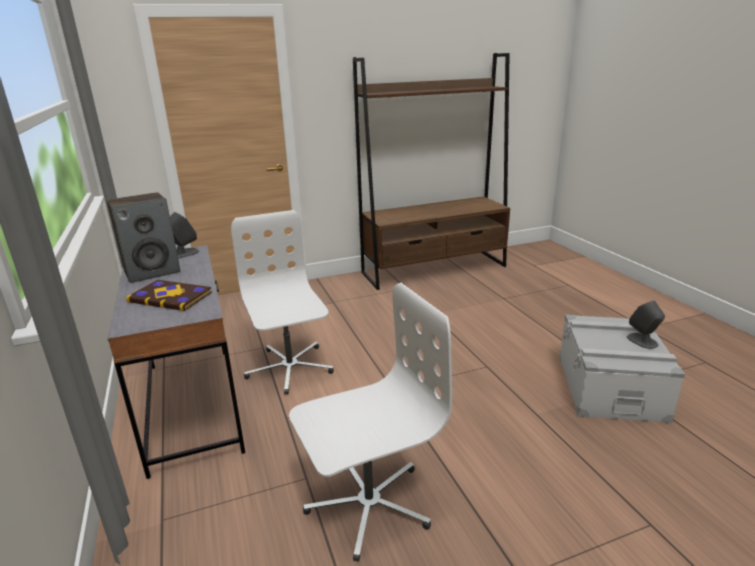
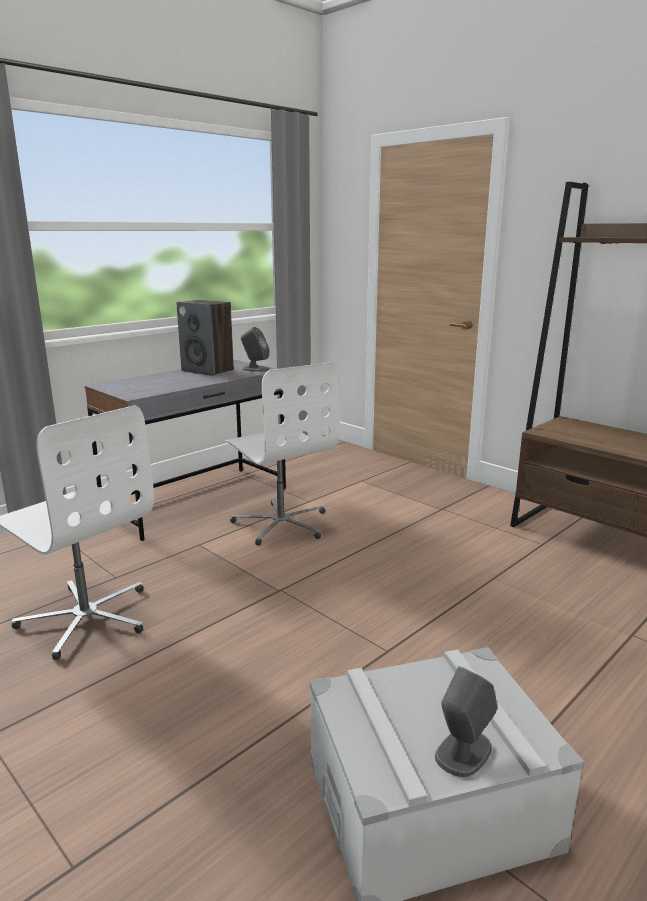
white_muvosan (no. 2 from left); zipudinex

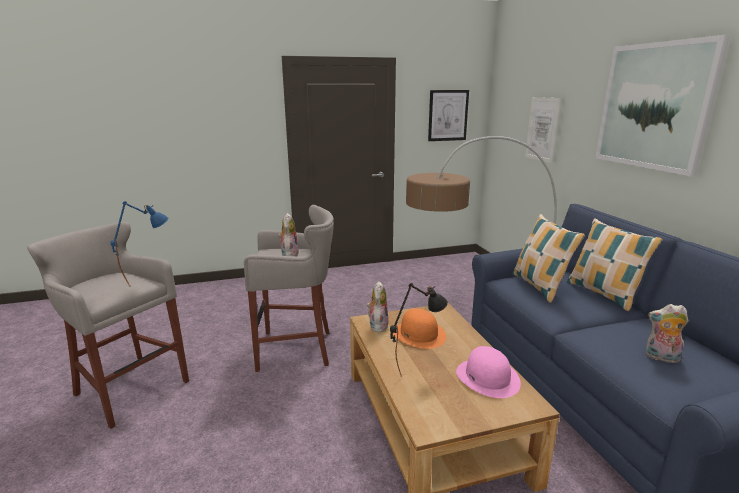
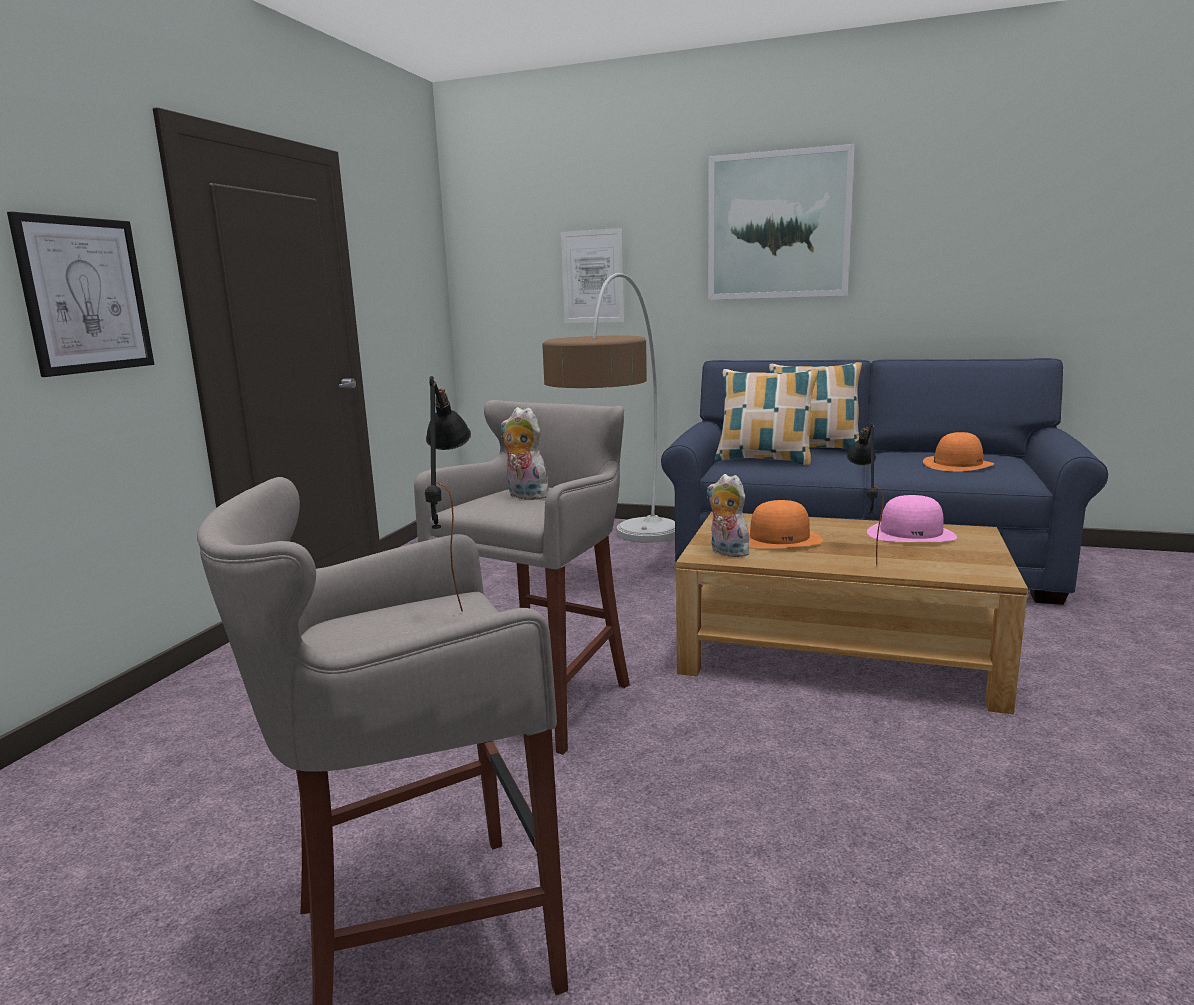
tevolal (no. 1 from left); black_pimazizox (no. 1 from left); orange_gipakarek (no. 2 from left)

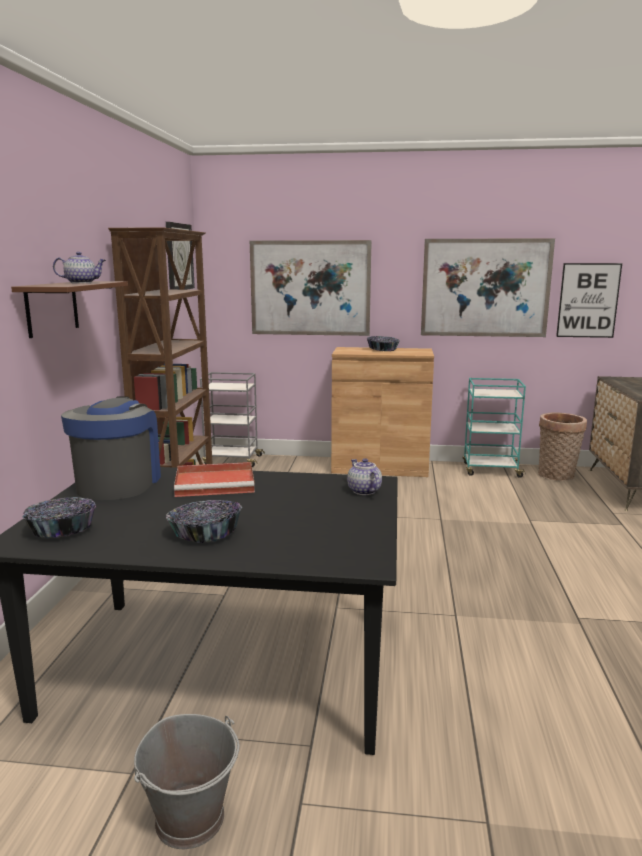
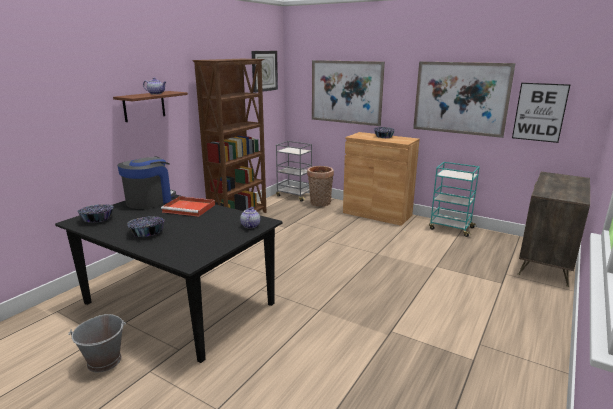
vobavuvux

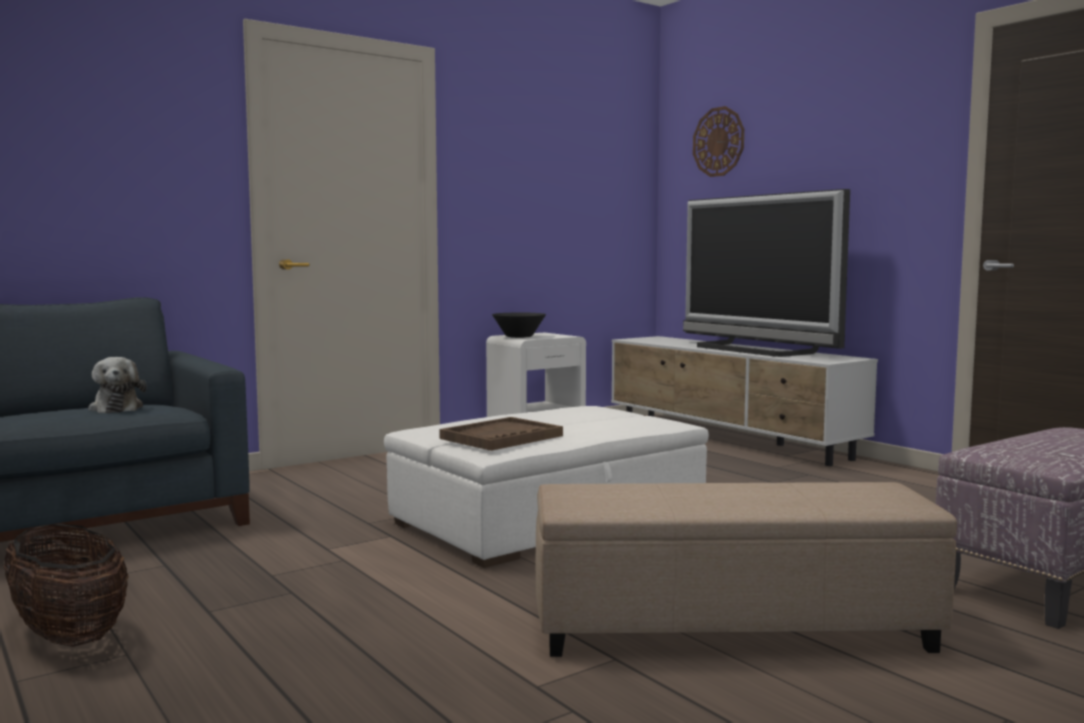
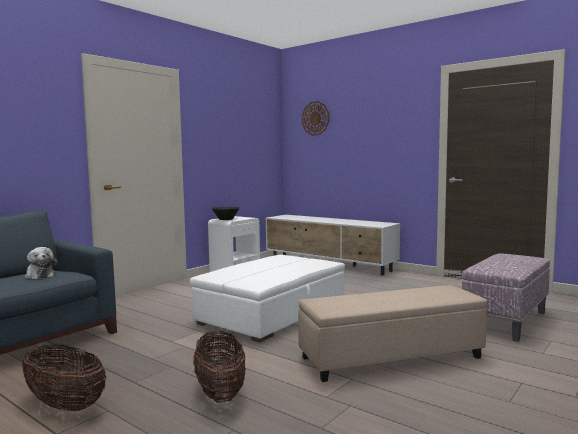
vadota; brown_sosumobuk; vobavuvux (no. 2 from left)

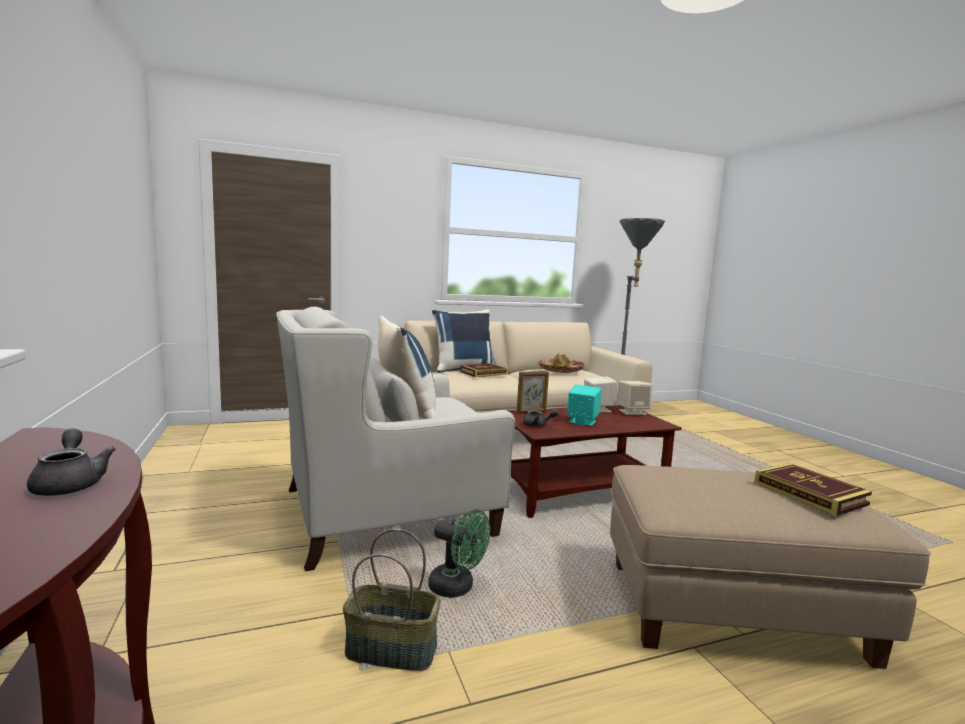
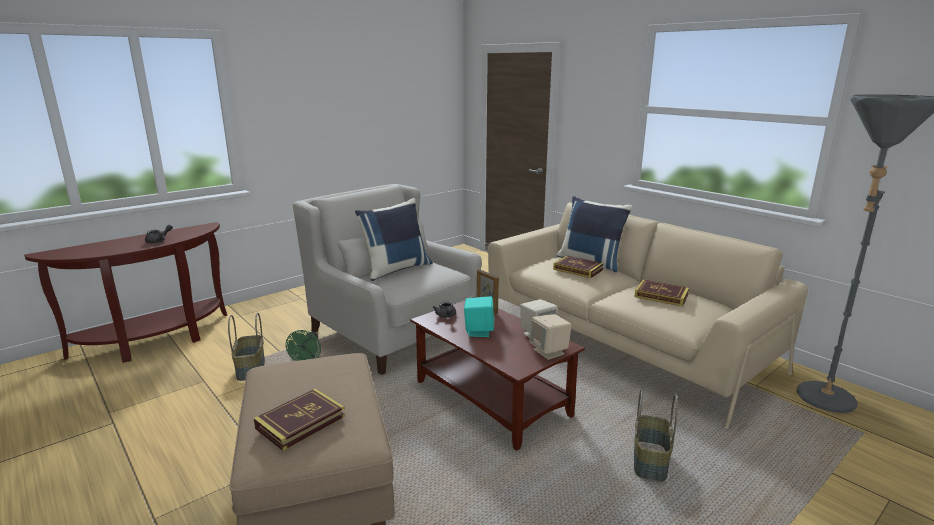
zipudinex (no. 3 from left); vobavuvux (no. 2 from left)

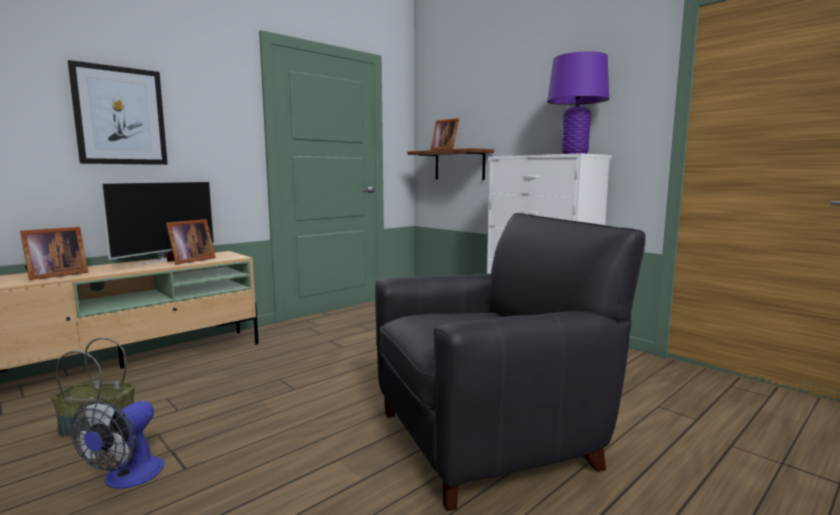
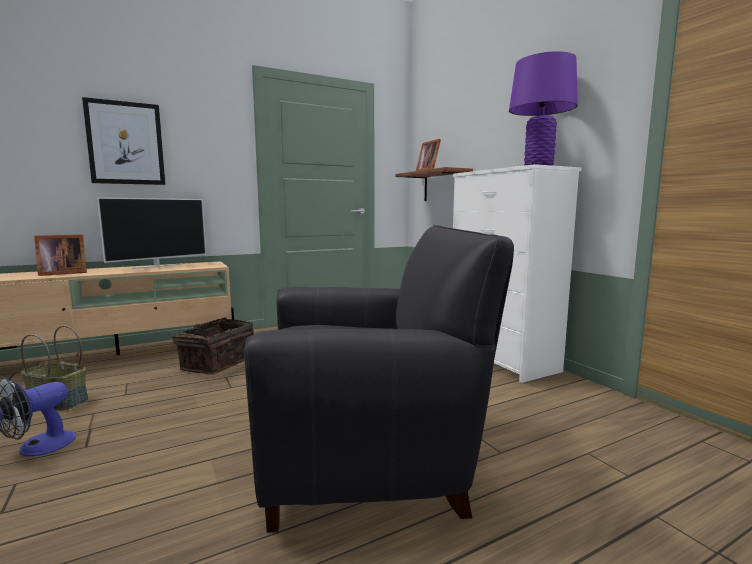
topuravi (no. 2 from left in the first image); vobavuvux (no. 2 from left)

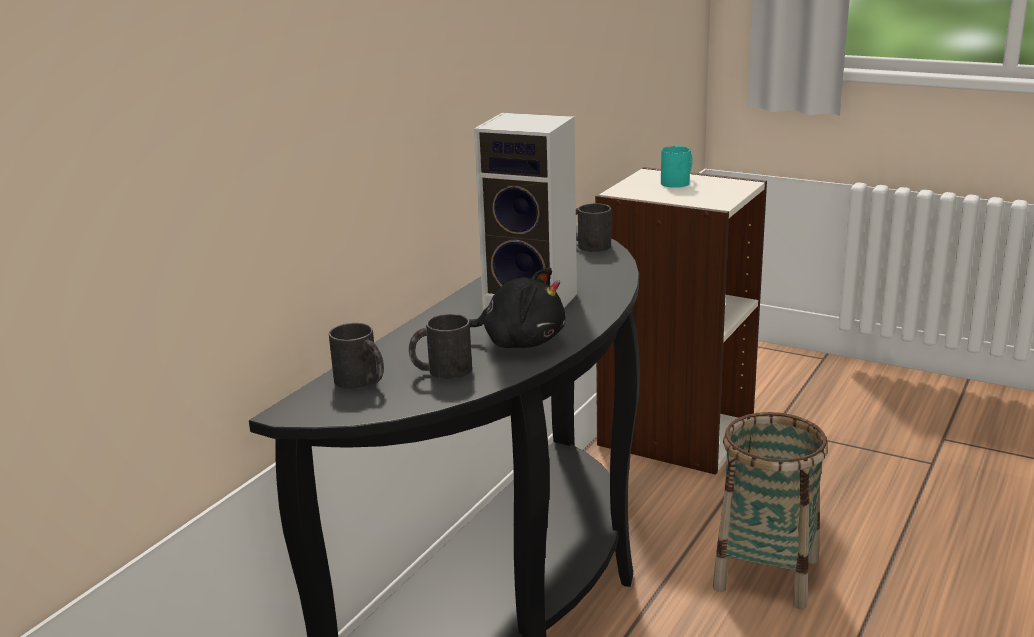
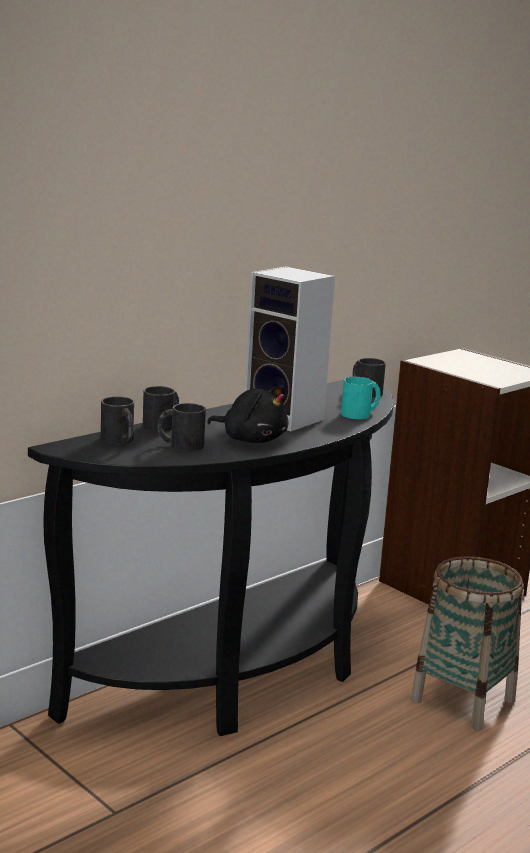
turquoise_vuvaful; black_vuvaful (no. 2 from left)

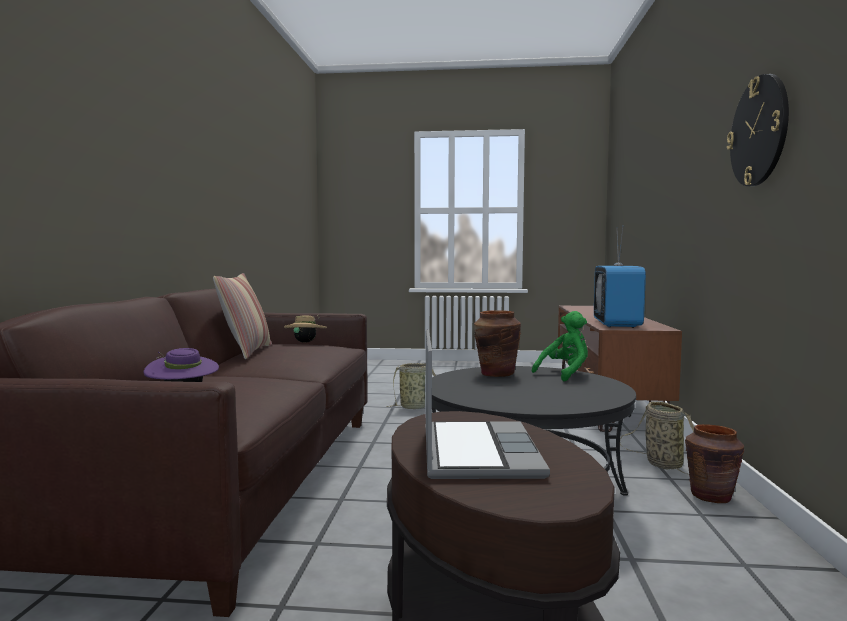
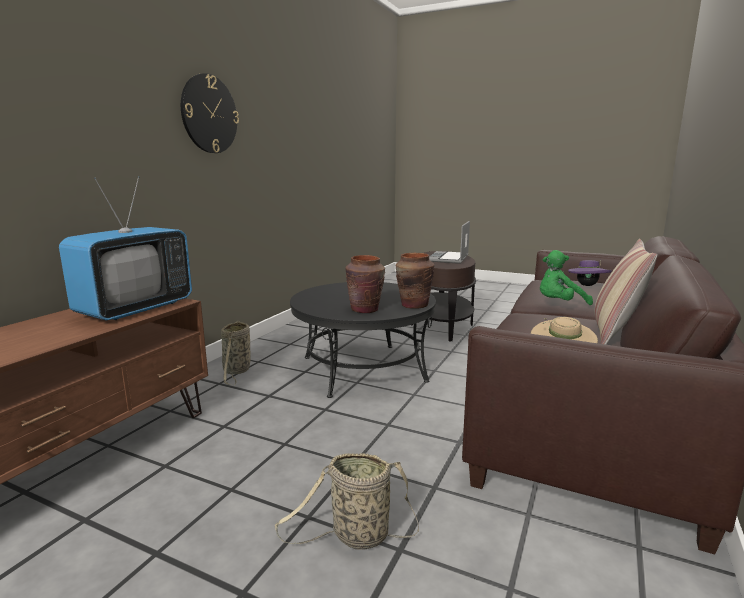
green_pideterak; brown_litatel (no. 2 from left)

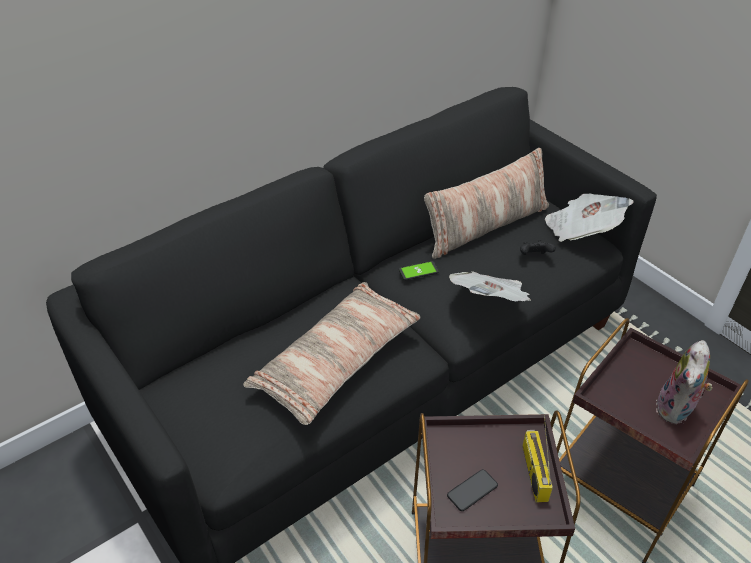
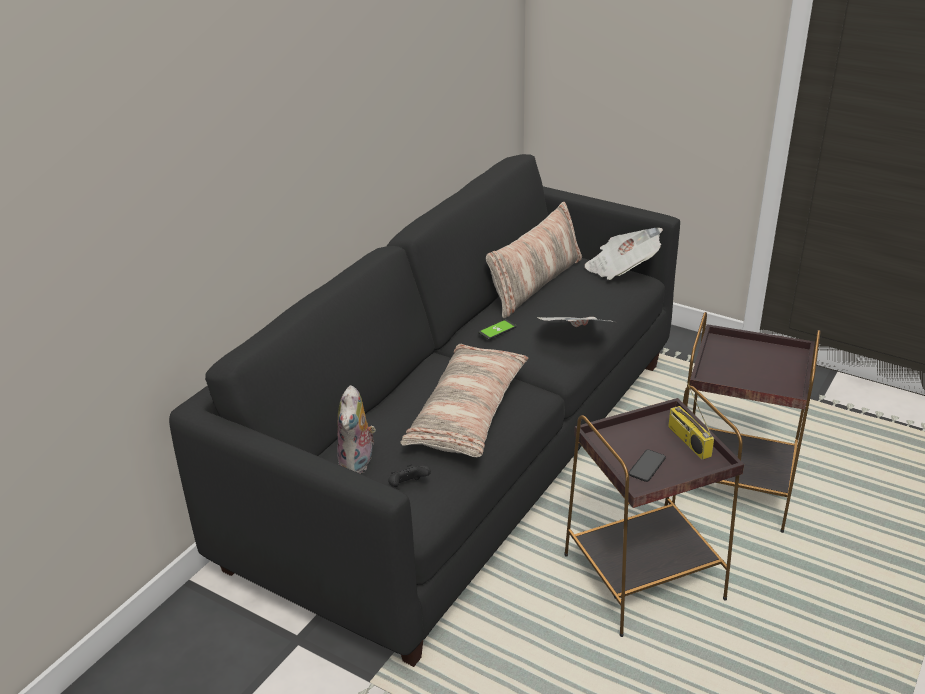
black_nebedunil; pideterak

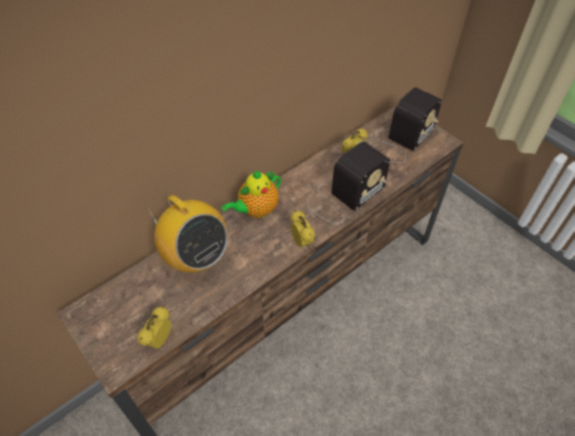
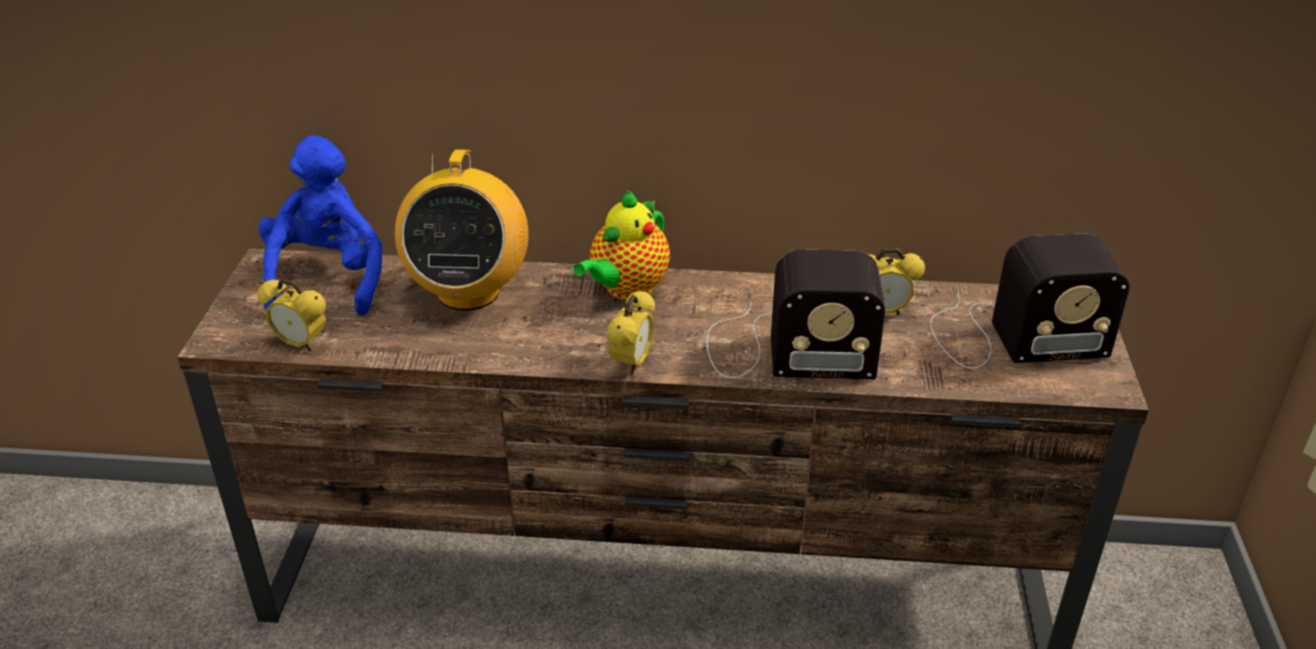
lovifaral; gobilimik (no. 1 from left); blue_pideterak

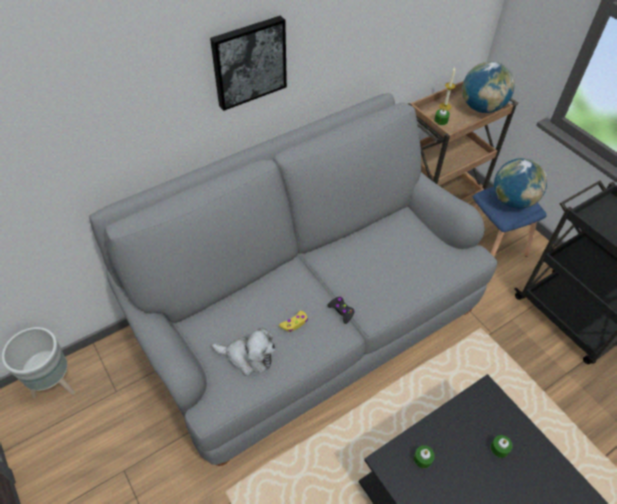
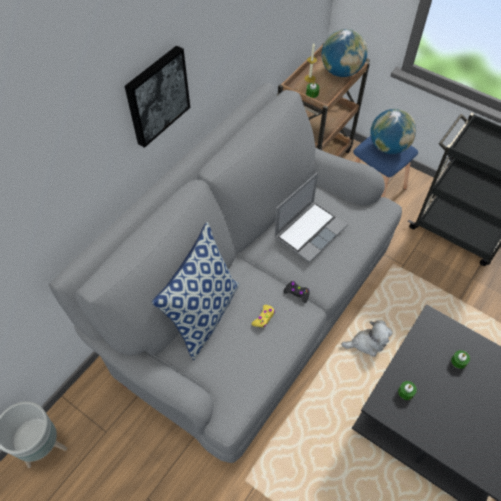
pideterak; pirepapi; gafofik

